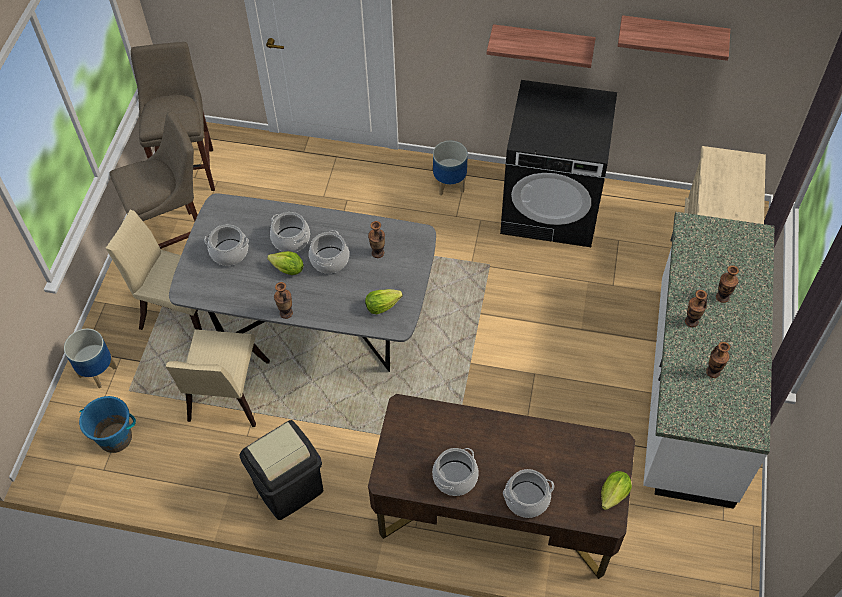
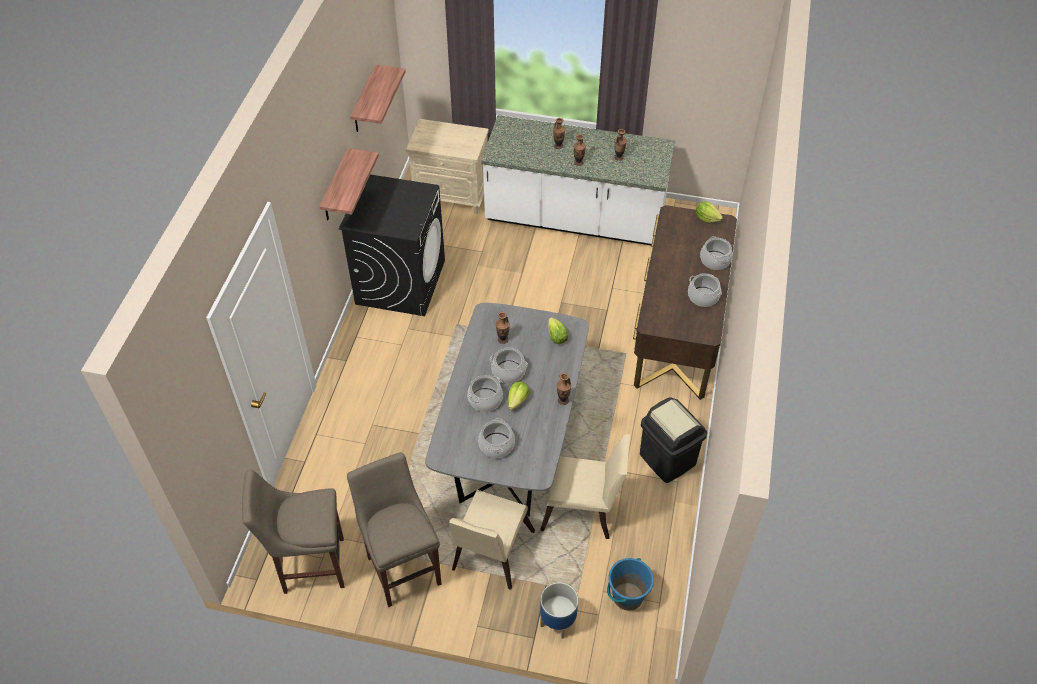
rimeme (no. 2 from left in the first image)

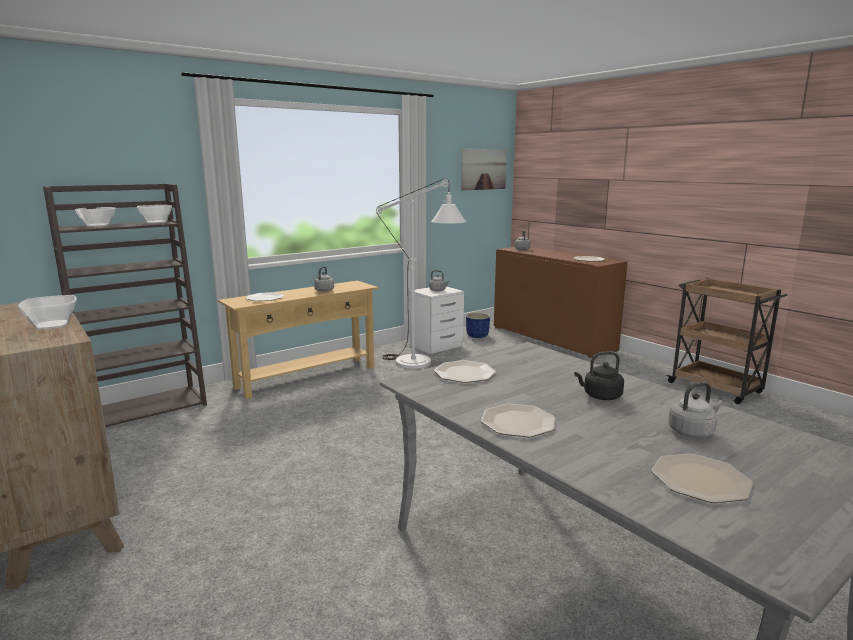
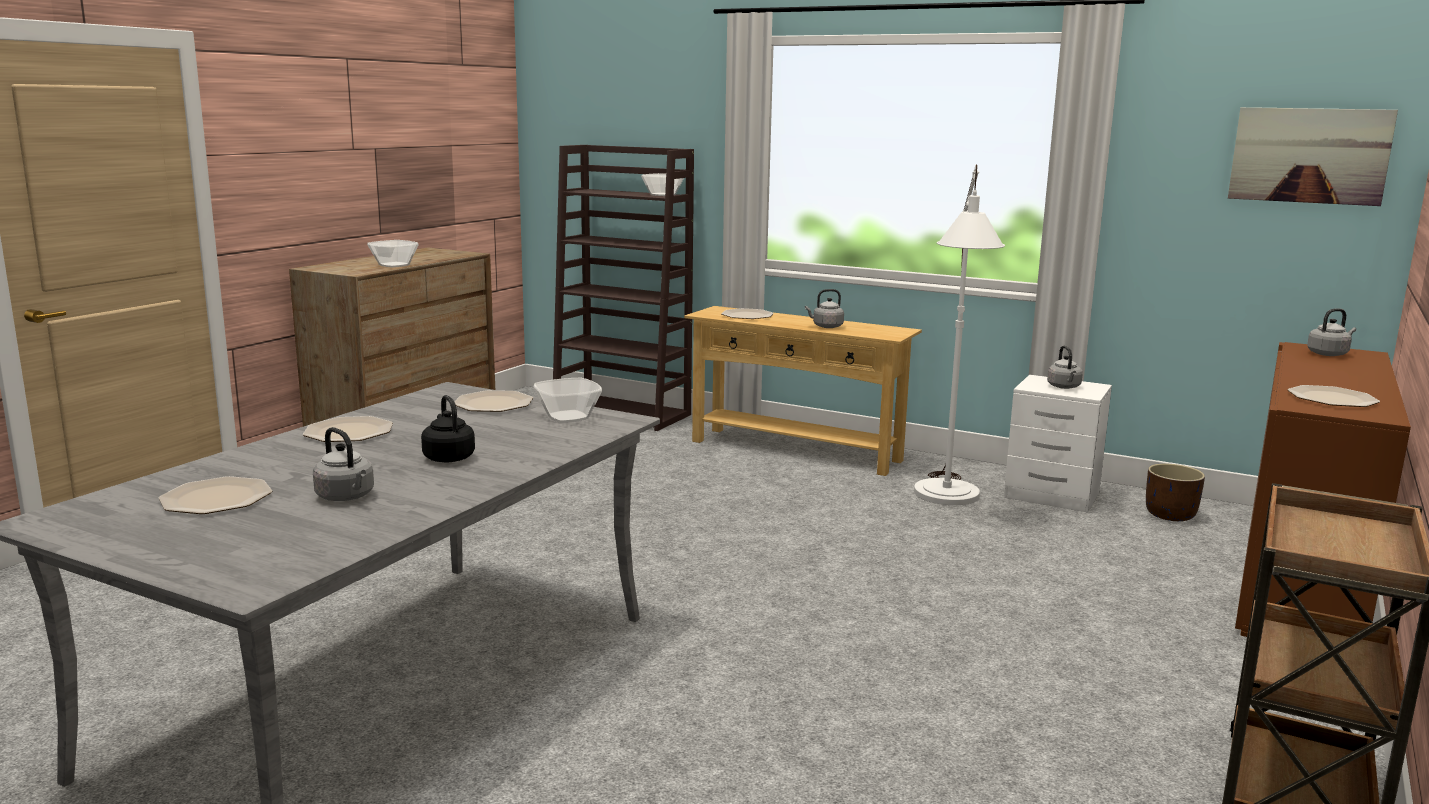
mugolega (no. 2 from left); brown_rimeme

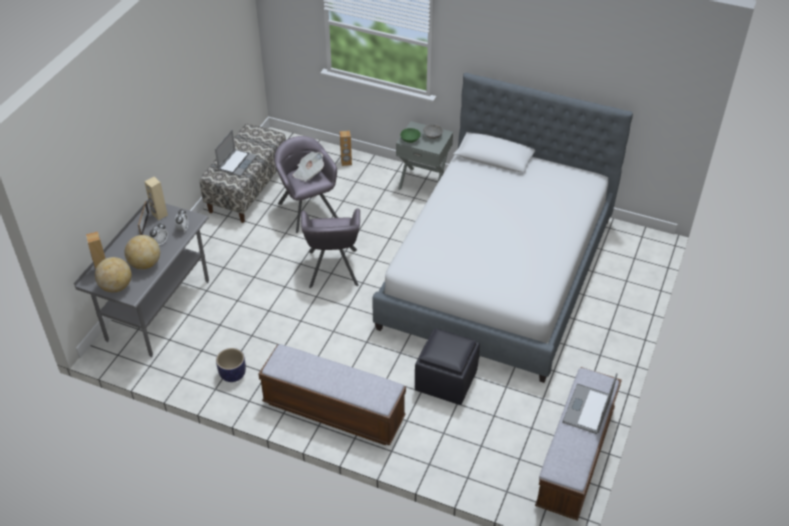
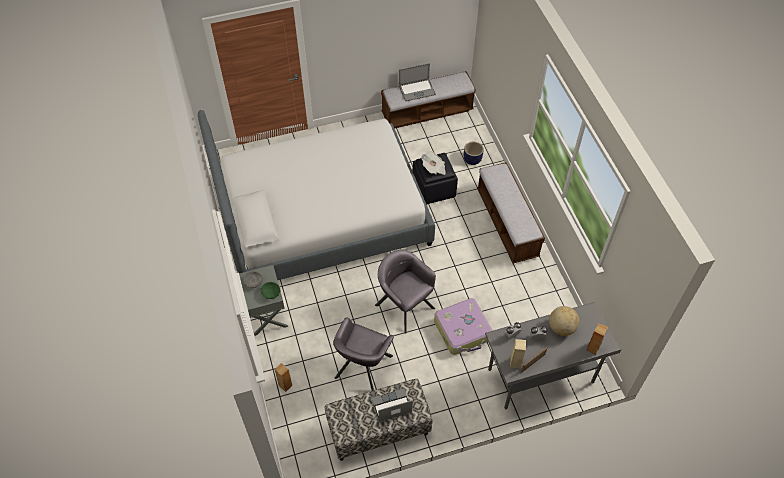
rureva; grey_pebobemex (no. 2 from left); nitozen (no. 1 from left in the first image); rimeme; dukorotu

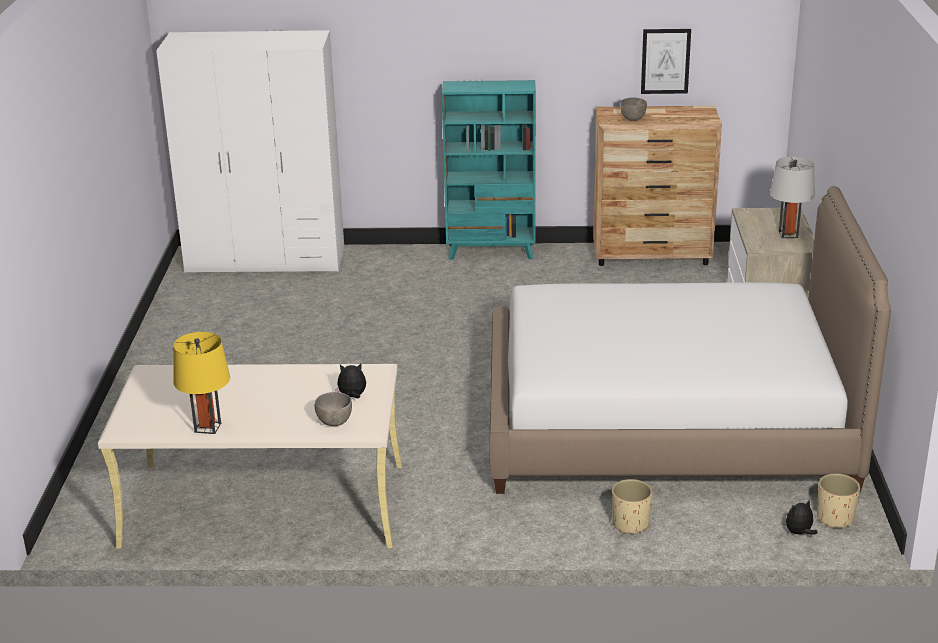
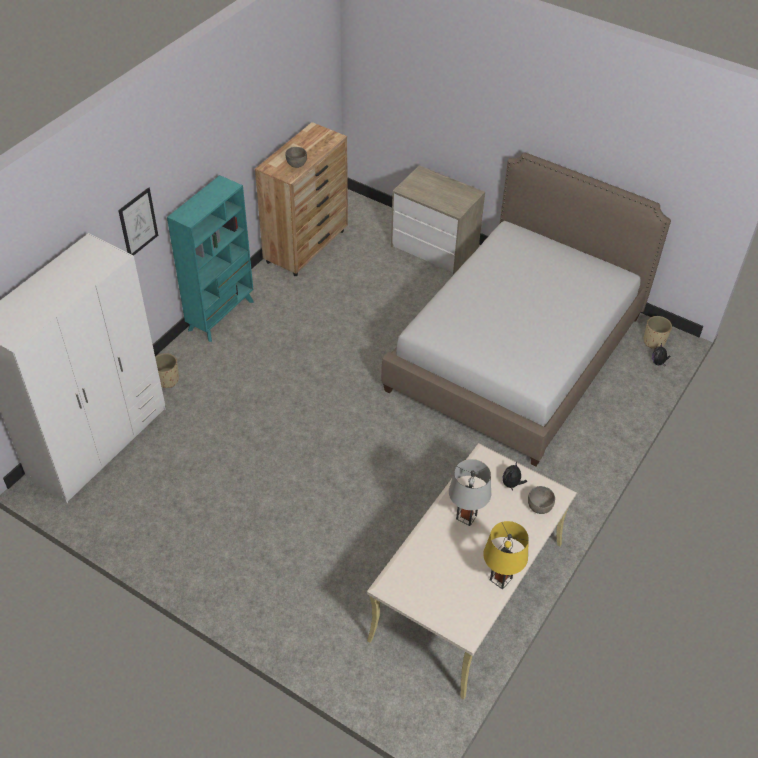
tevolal; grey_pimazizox; beige_rimeme (no. 1 from left)

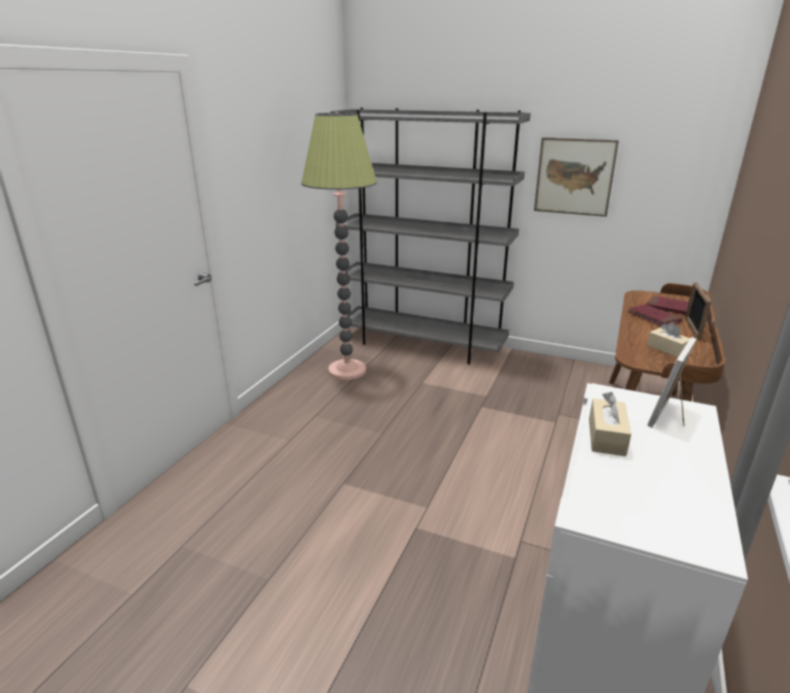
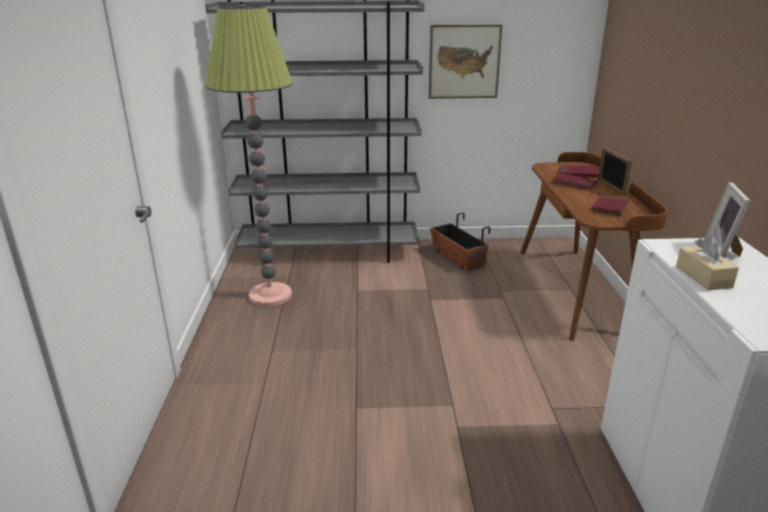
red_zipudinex (no. 3 from left); rimeme

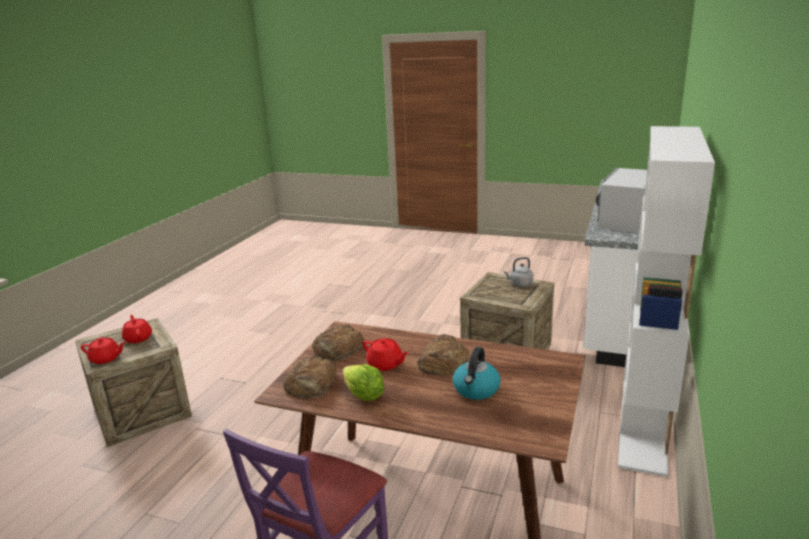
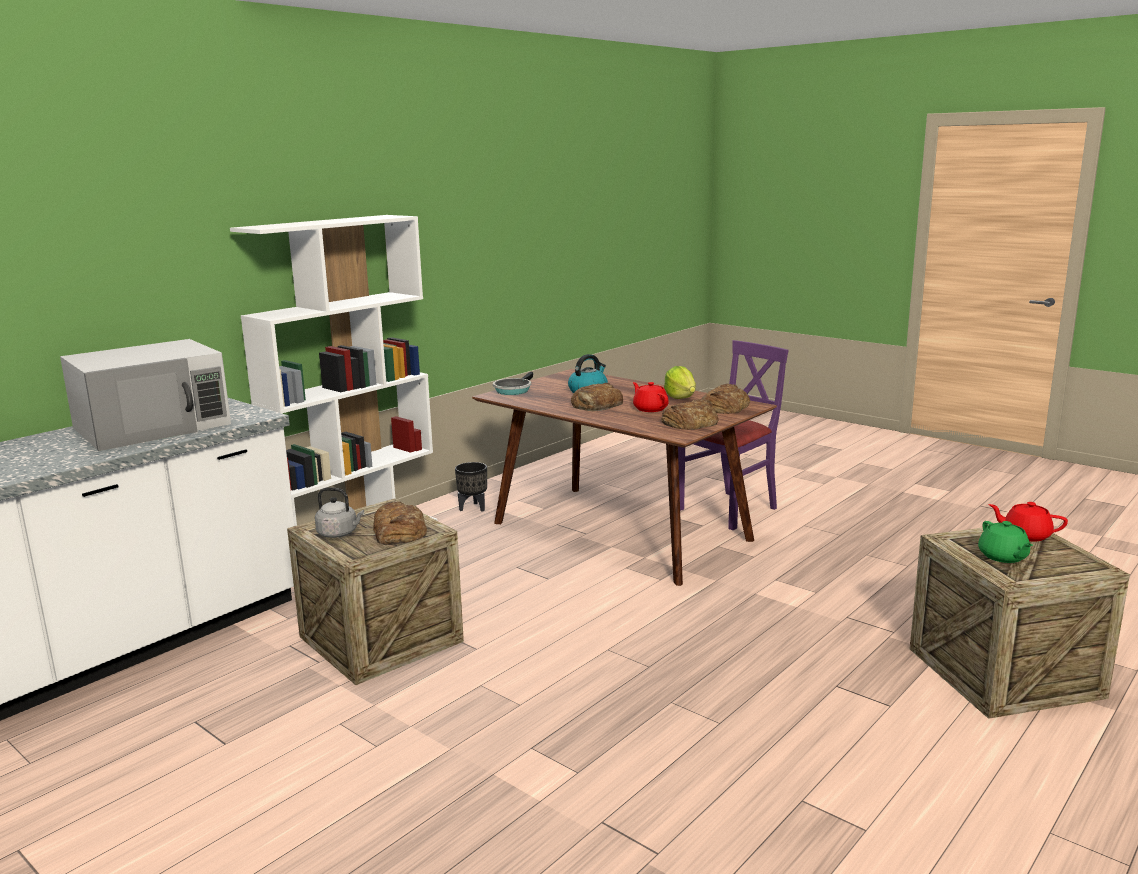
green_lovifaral; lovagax; black_rimeme; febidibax (no. 1 from left)

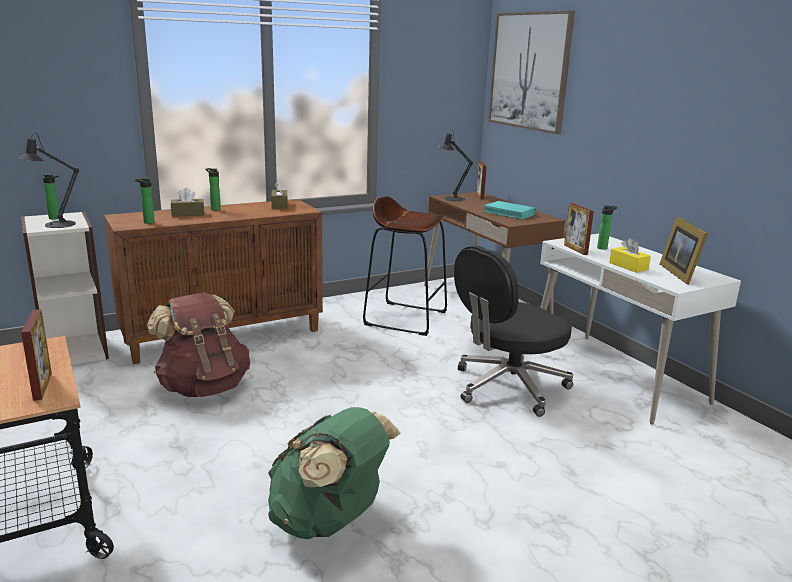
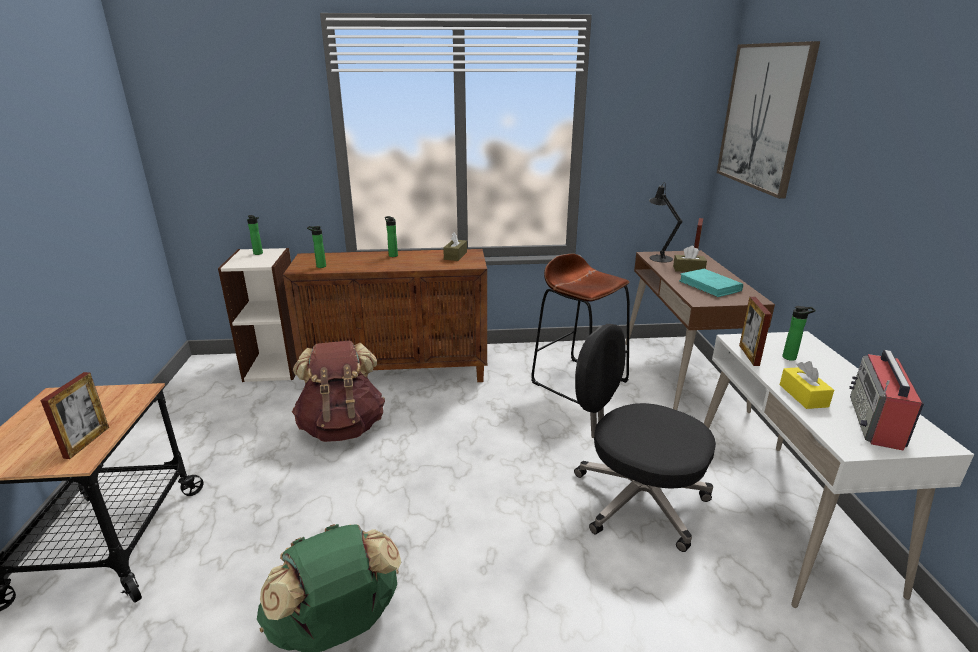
black_pimazizox (no. 1 from left in the first image); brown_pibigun (no. 2 from left); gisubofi; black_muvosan

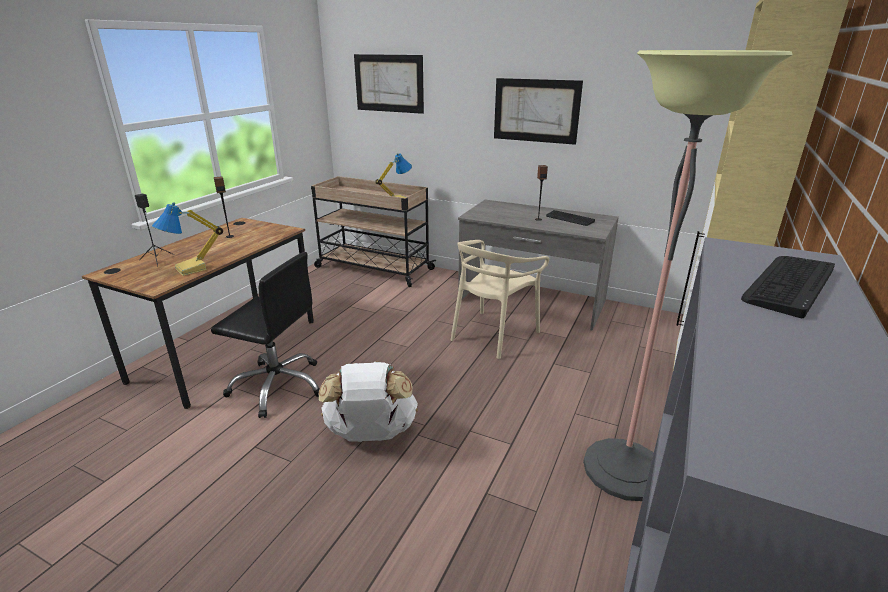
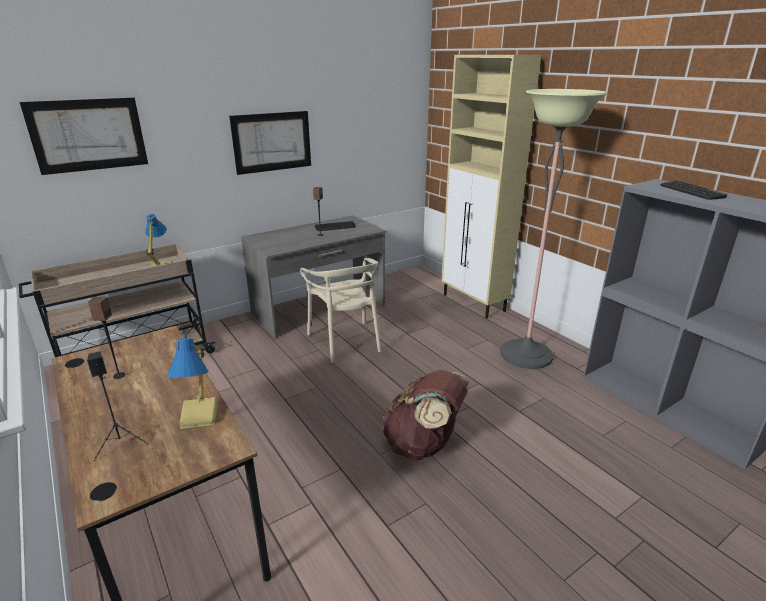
black_muvosan; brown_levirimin

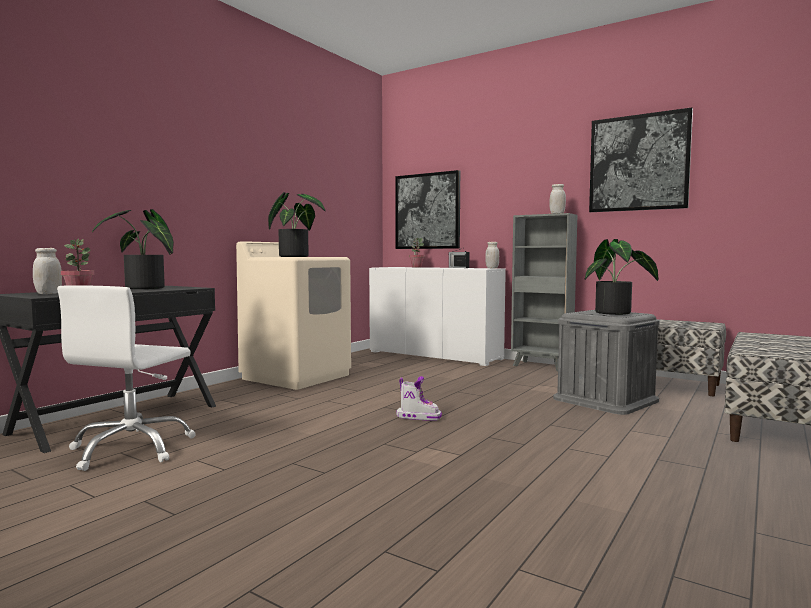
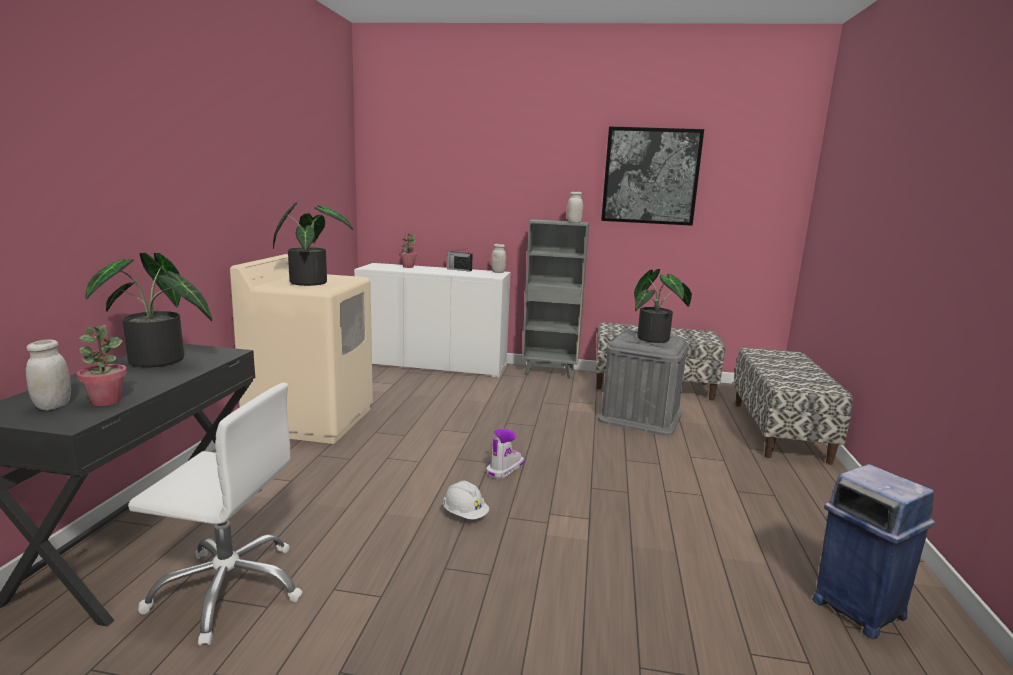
tevolal (no. 1 from left in the first image); white_muvosan; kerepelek; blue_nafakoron; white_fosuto

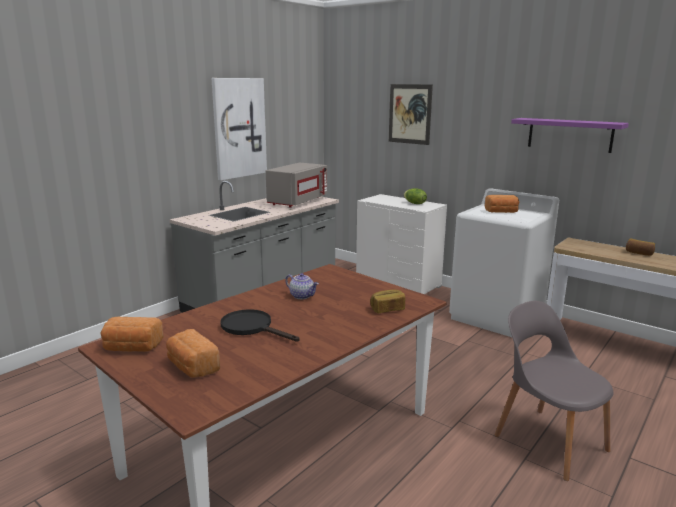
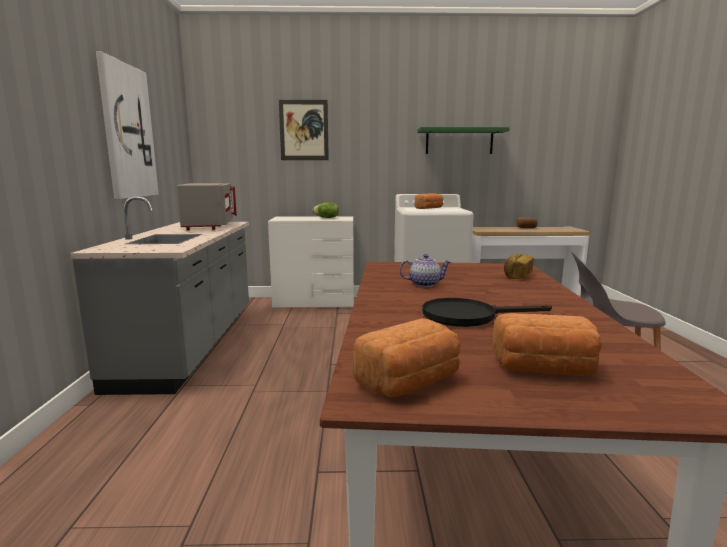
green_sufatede

